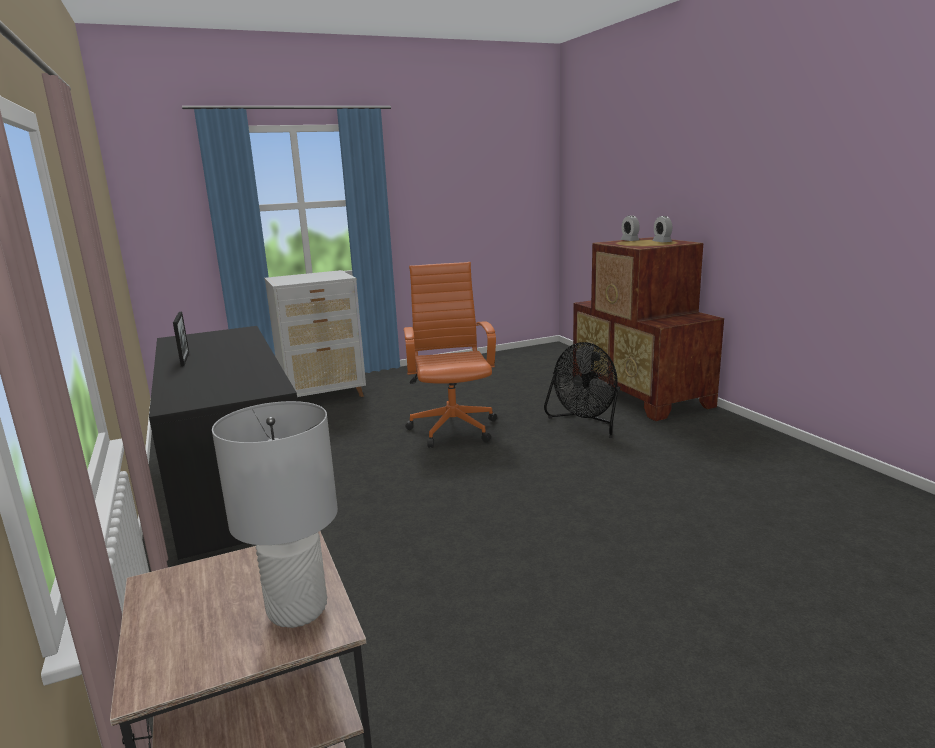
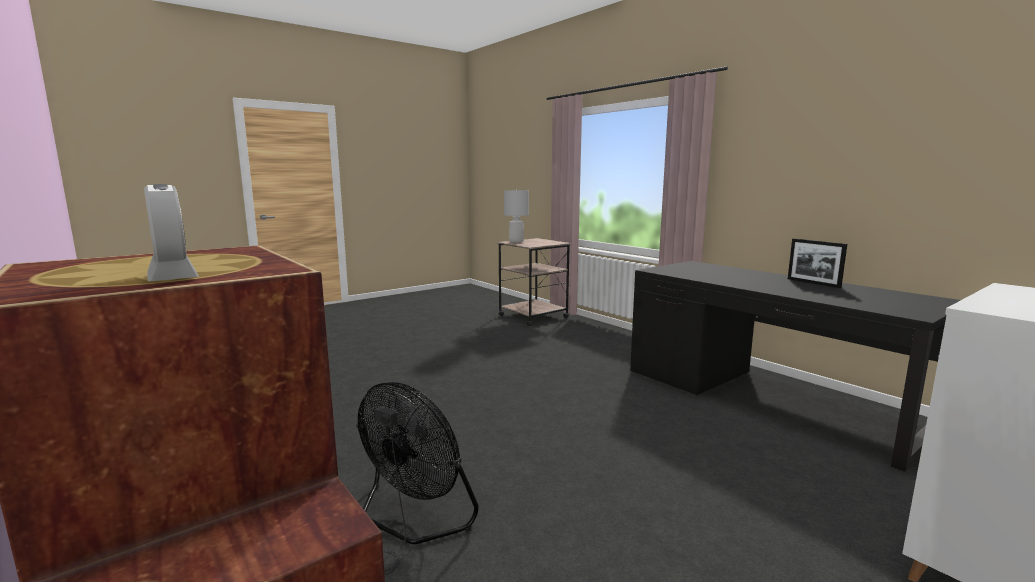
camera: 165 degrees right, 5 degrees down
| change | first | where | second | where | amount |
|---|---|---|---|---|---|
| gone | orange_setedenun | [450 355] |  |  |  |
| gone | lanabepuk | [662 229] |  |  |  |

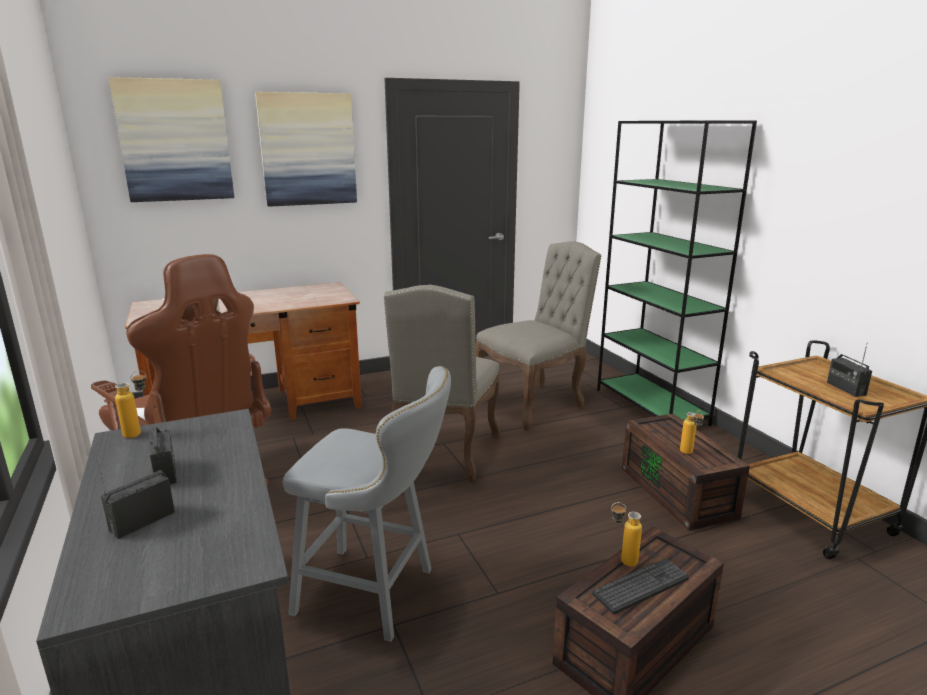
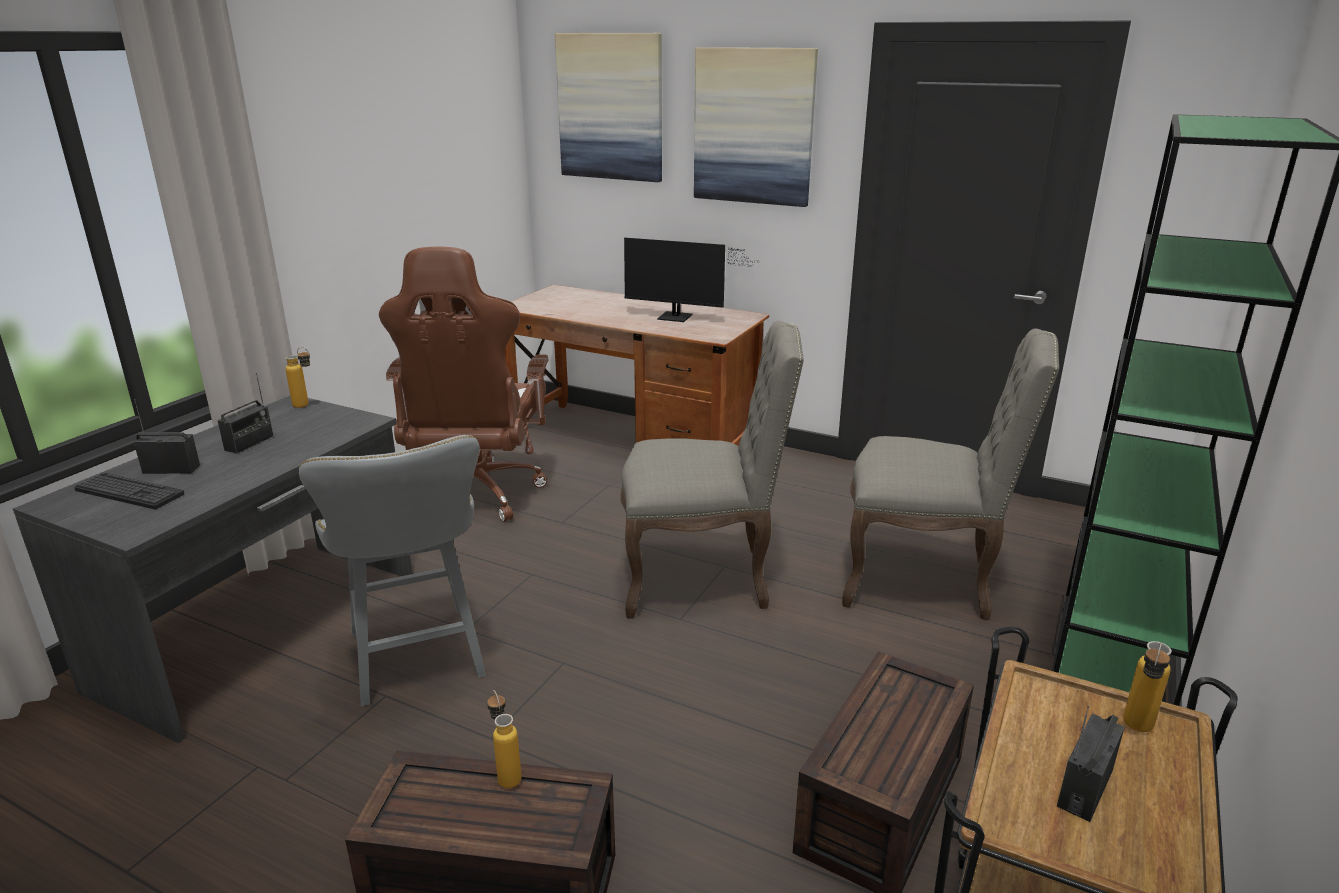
camera: 50 degrees right, 5 degrees up
| change | first | where | second | where | amount |
|---|---|---|---|---|---|
| rotated | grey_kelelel | [442 383] |  | [712 469] | 150 degrees counterclockwise |
| shifted | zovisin | [640 586] |  | [129 490] |  |
| shifted | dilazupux | [692 432] |  | [1147 686] |  |
| new |  |  | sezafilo | [691 280] |  |

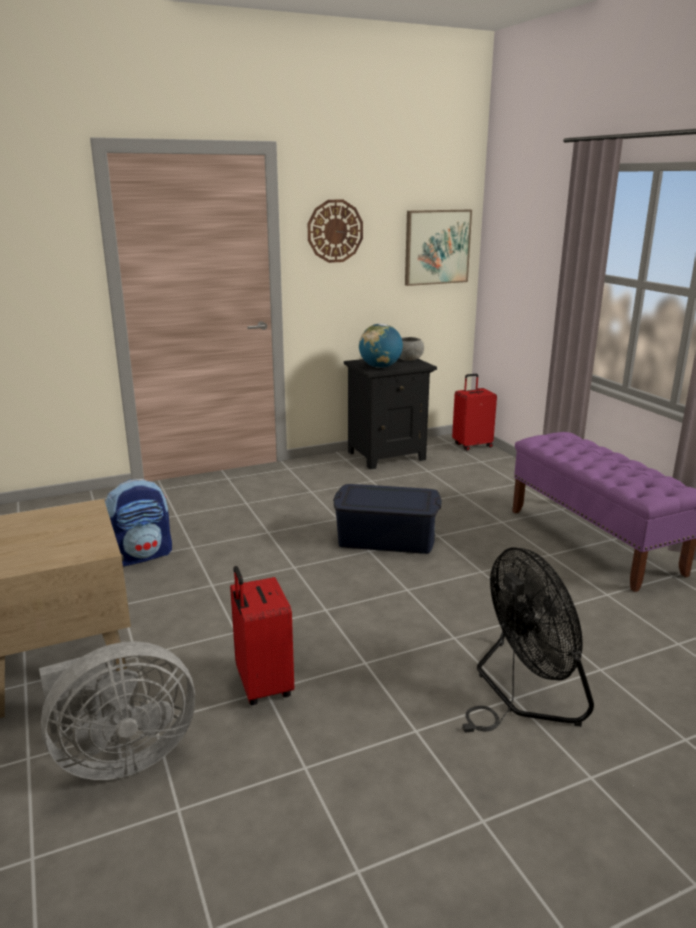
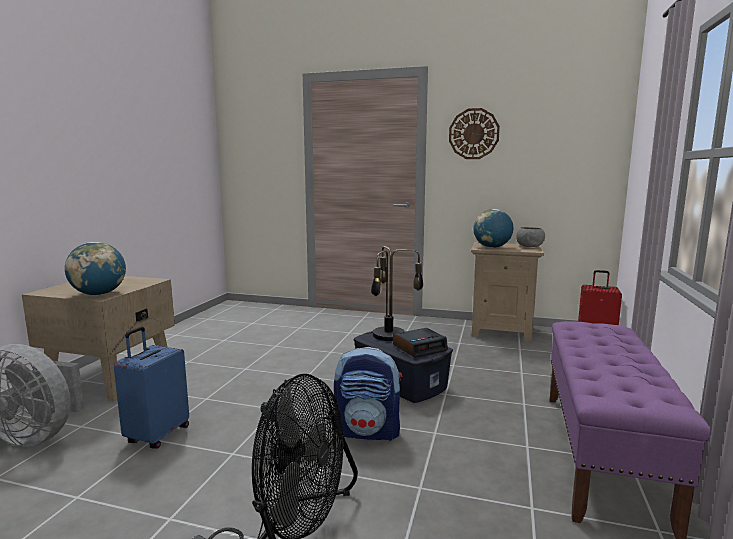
camera: 40 degrees right, 10 degrees down
| change | first | where | second | where | amount |
|---|---|---|---|---|---|
| shifted | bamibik | [138 523] |  | [368 394] |  |
| repainted | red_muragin | [262 635] | blue_muragin | [151 388] |  |
| repainted | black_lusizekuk | [390 414] | beige_lusizekuk | [507 291] |  |
| gone | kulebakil | [438 248] |  |  |  |
| new |  |  | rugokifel | [95 268] |  |
| new |  |  | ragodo | [397 293] |  |
| new |  |  | lanabepuk | [420 343] |  |

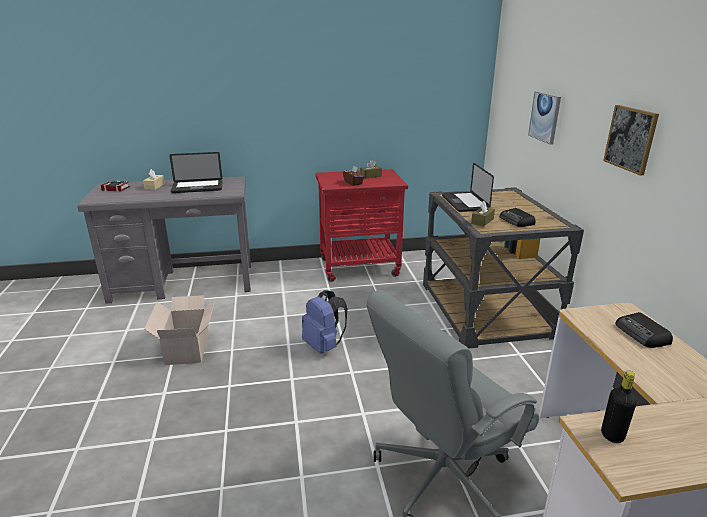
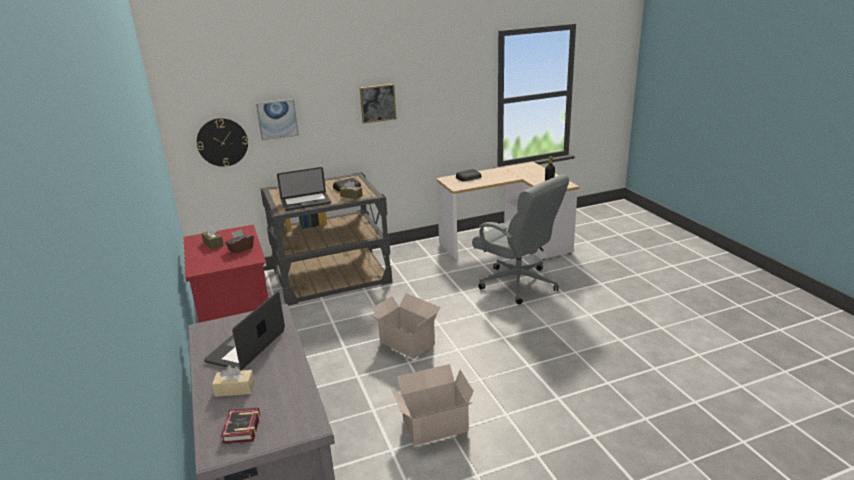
camera: 100 degrees left, 0 degrees up
| change | first | where | second | where | amount |
|---|---|---|---|---|---|
| rotated | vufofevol | [196 172] |  | [244 331] | 135 degrees counterclockwise |
| swapped | blue_bamibik | [325 322] | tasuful | [404 326] |  |
| new |  |  | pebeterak | [222 142] |  |

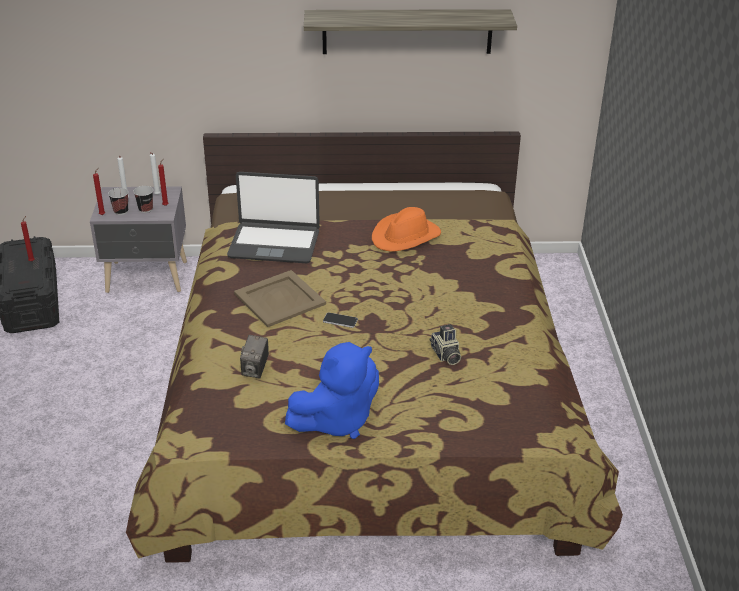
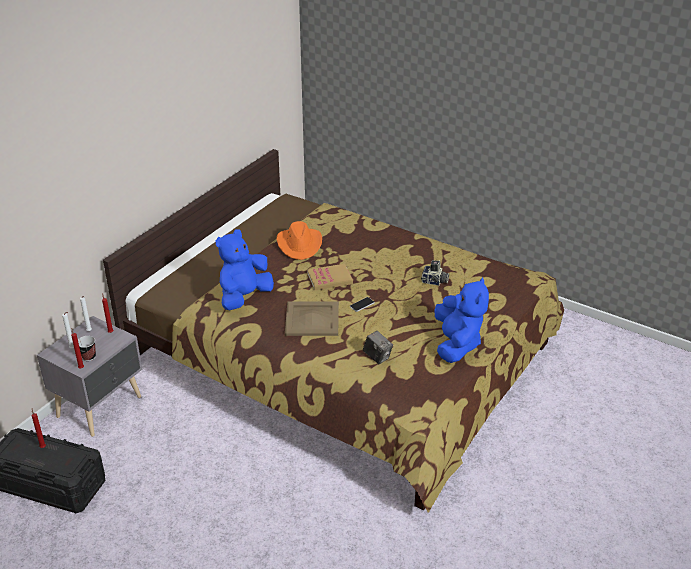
camera: 55 degrees left, 0 degrees up
| change | first | where | second | where | amount |
|---|---|---|---|---|---|
| gone | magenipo | [143 199] |  |  |  |
| swapped | vufofevol | [273 217] | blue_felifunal | [245 269] |  |
| gone | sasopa | [410 31] |  |  |  |
| new |  |  | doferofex | [330 277] |  |

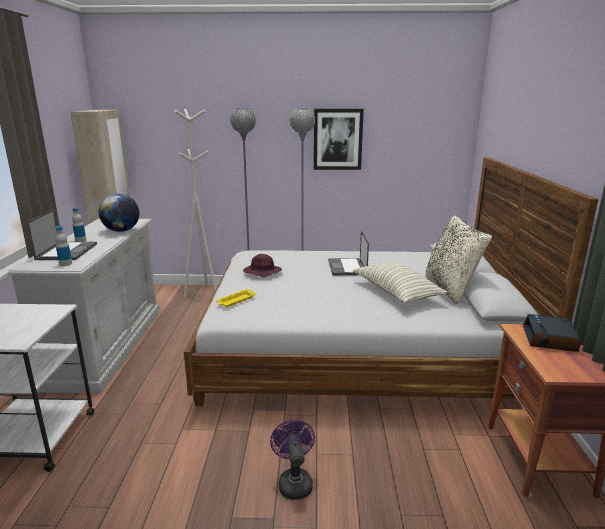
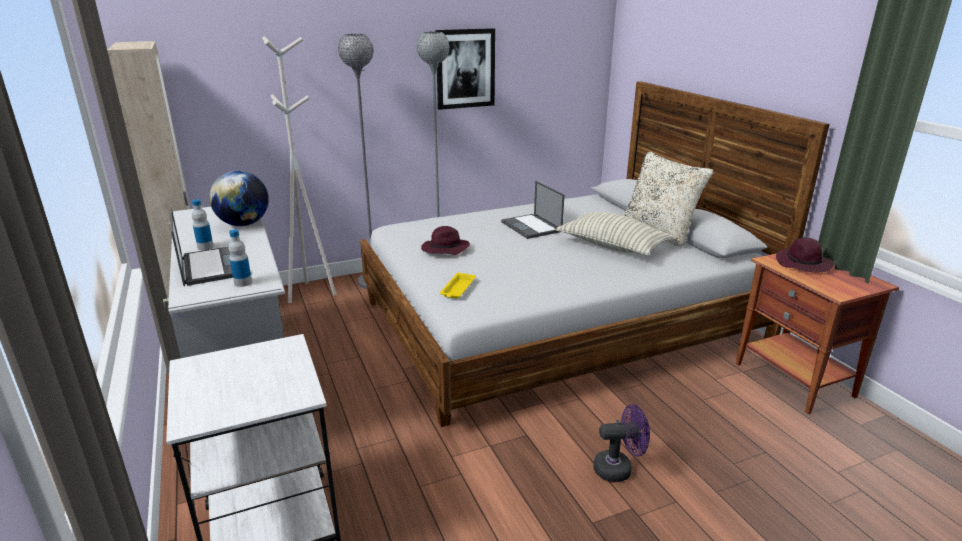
camera: 25 degrees left, 5 degrees up
| change | first | where | second | where | amount |
|---|---|---|---|---|---|
| rotated | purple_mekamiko | [292 460] |  | [621 443] | 120 degrees clockwise |
| swapped | lanabepuk | [552 333] | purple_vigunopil | [805 255] |  |

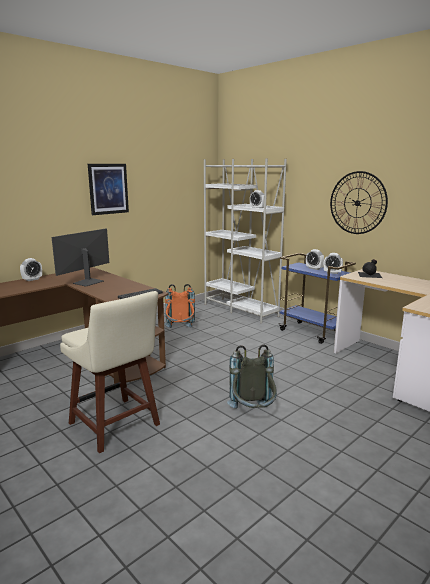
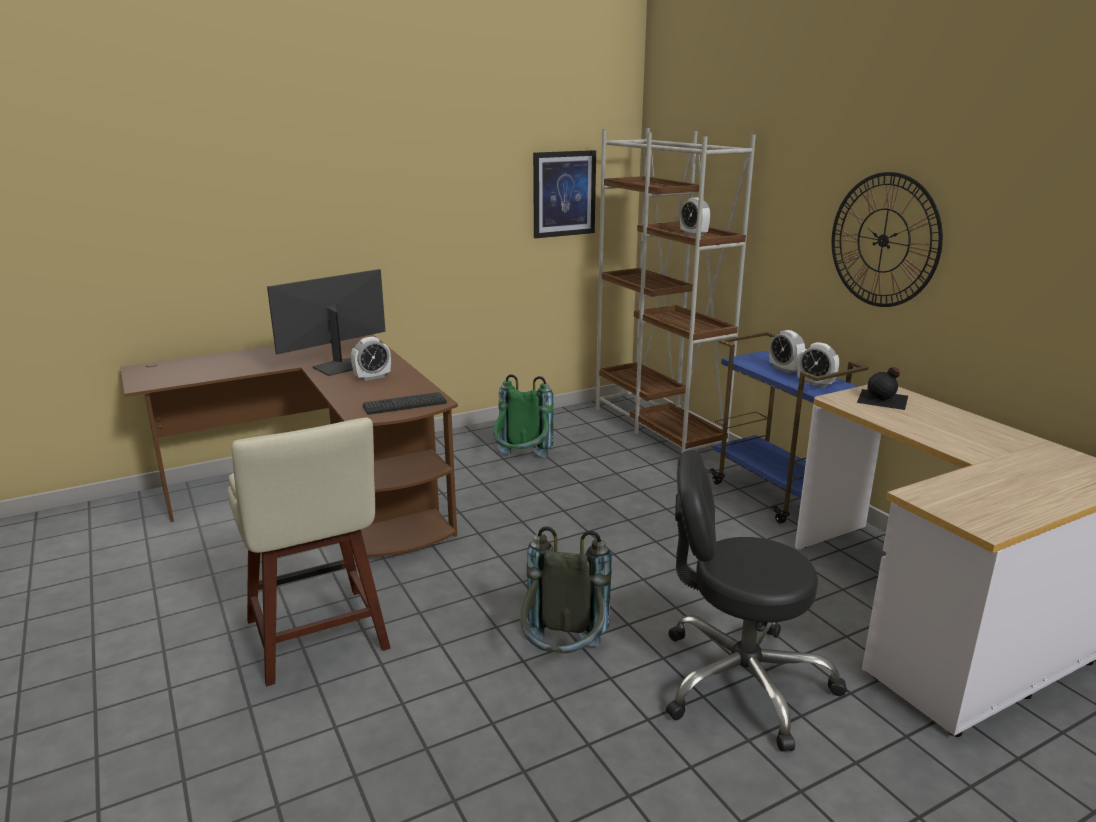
camera: 15 degrees right, 5 degrees up
| change | first | where | second | where | amount |
|---|---|---|---|---|---|
| shifted | lanabepuk | [31 269] |  | [371 359] |  |
| shifted | kulebakil | [108 189] |  | [564 194] |  |
| repainted | orange_bamibik | [180 306] | green_bamibik | [523 416] |  |
| repainted | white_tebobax | [245 240] | brown_tebobax | [676 291] |  |
| new |  |  | black_setedenun | [756 601] |  |

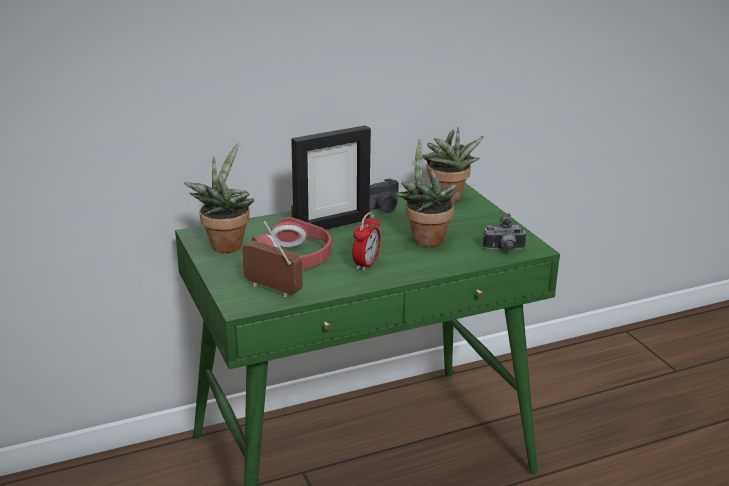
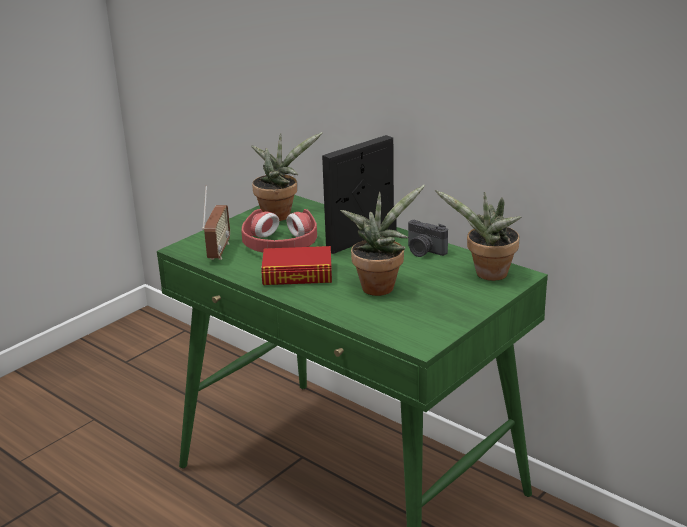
camera: 65 degrees right, 0 degrees up
| change | first | where | second | where | amount |
|---|---|---|---|---|---|
| rotated | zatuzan | [331 177] |  | [359 194] | 105 degrees clockwise |
| swapped | lanabepuk | [366 242] | doferofex | [296 265] |  |
| gone | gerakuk | [505 232] |  |  |  |

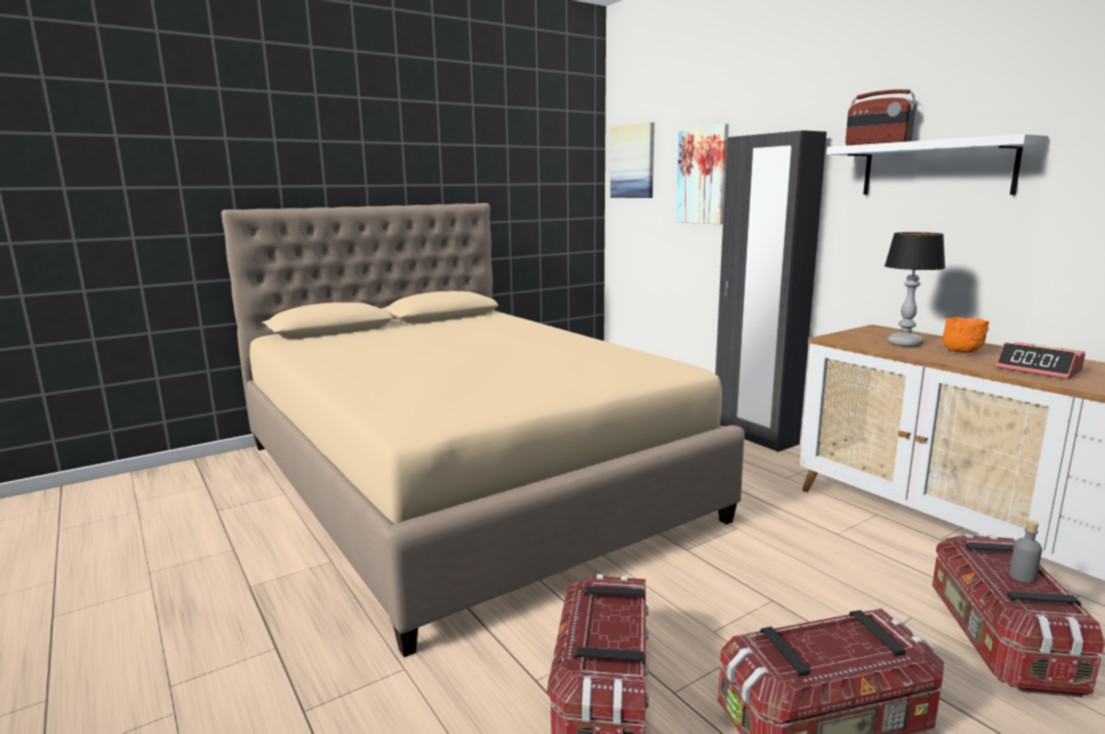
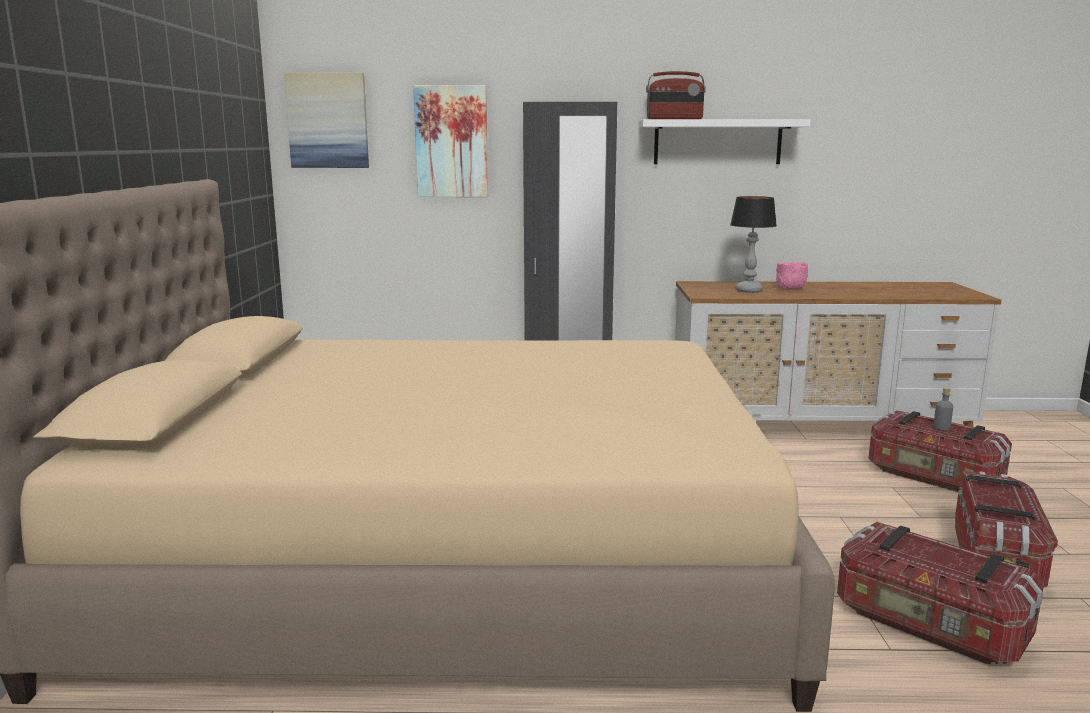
camera: 55 degrees left, 0 degrees up
| change | first | where | second | where | amount |
|---|---|---|---|---|---|
| repainted | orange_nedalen | [965 335] | pink_nedalen | [792 276] |  |
| gone | lanabepuk | [1040 360] |  |  |  |

